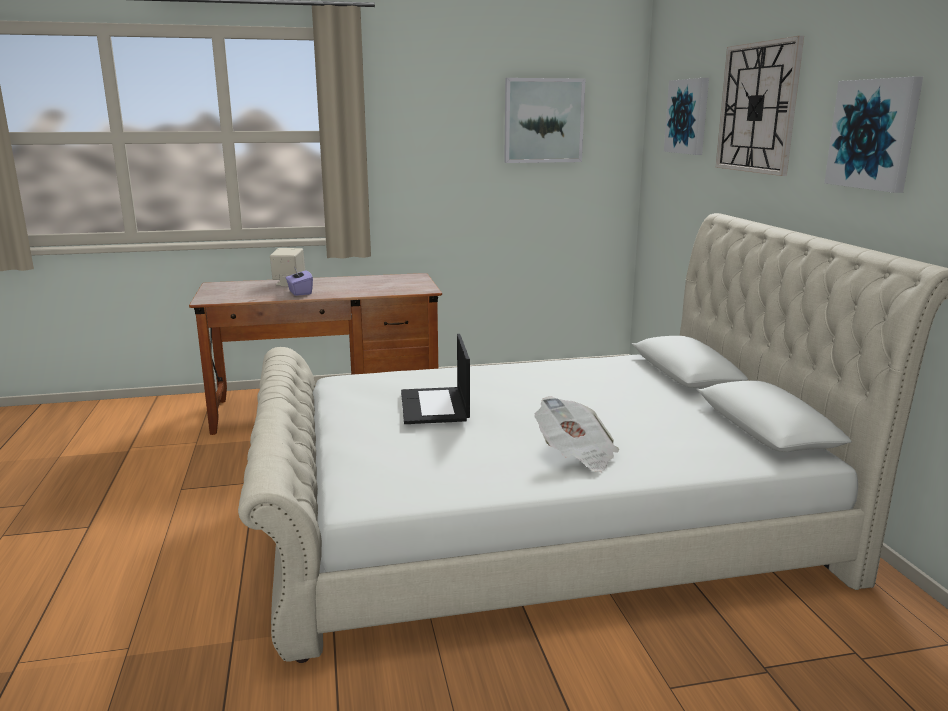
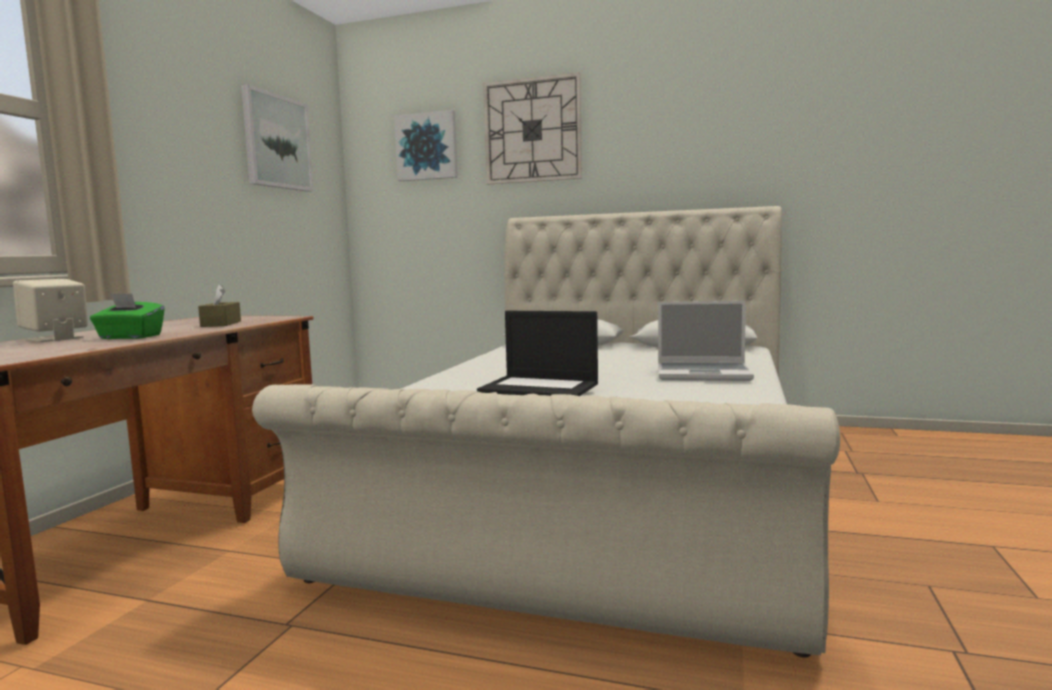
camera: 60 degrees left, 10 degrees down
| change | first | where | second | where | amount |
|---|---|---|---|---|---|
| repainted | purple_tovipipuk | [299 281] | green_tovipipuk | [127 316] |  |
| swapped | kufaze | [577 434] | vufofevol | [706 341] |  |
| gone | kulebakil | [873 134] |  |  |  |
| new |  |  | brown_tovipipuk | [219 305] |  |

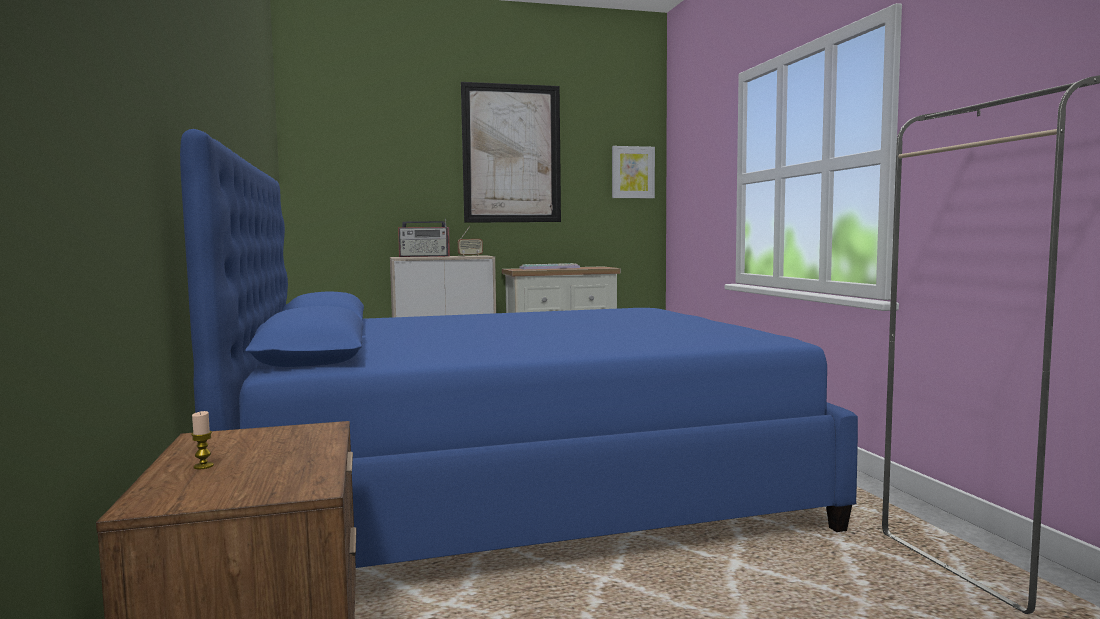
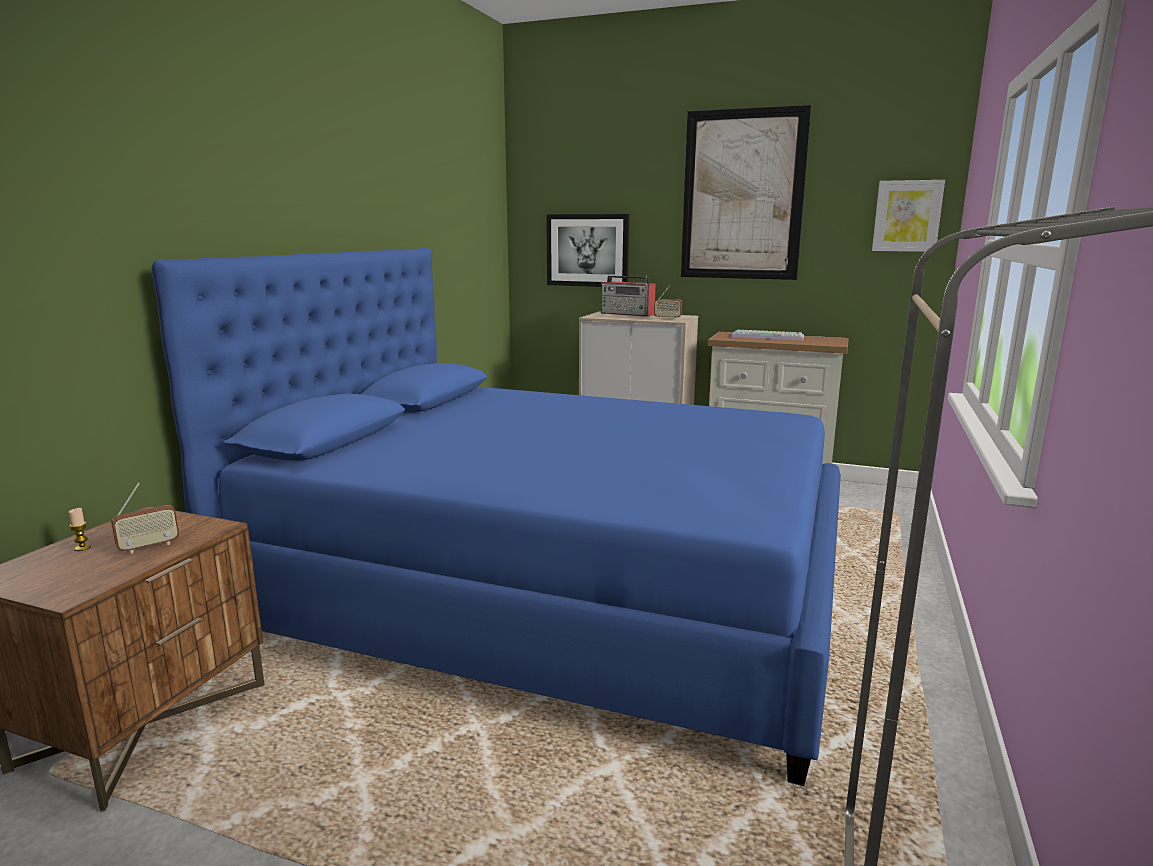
camera: 35 degrees right, 10 degrees up
| change | first | where | second | where | amount |
|---|---|---|---|---|---|
| new |  |  | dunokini | [145 518] |  |
| new |  |  | kulebakil | [587 250] |  |

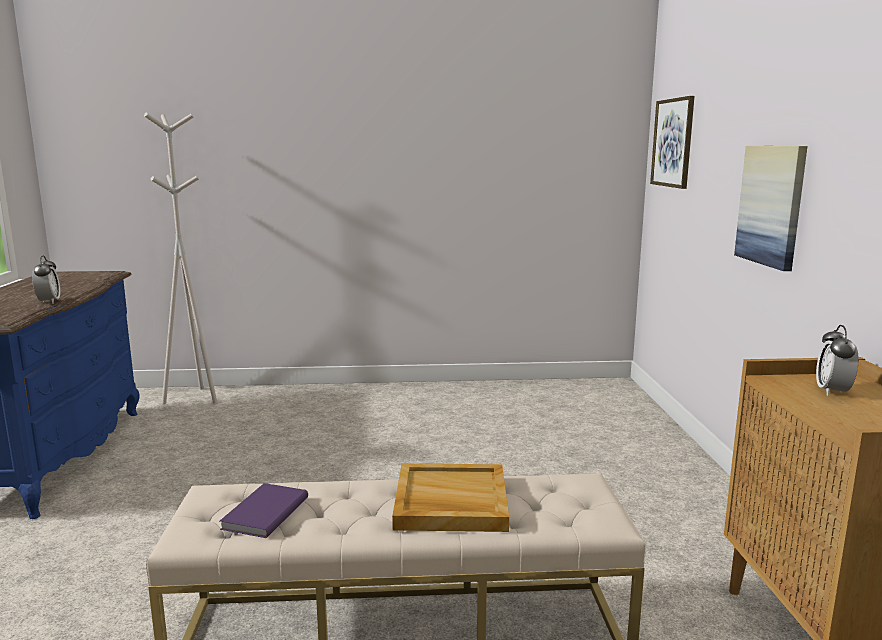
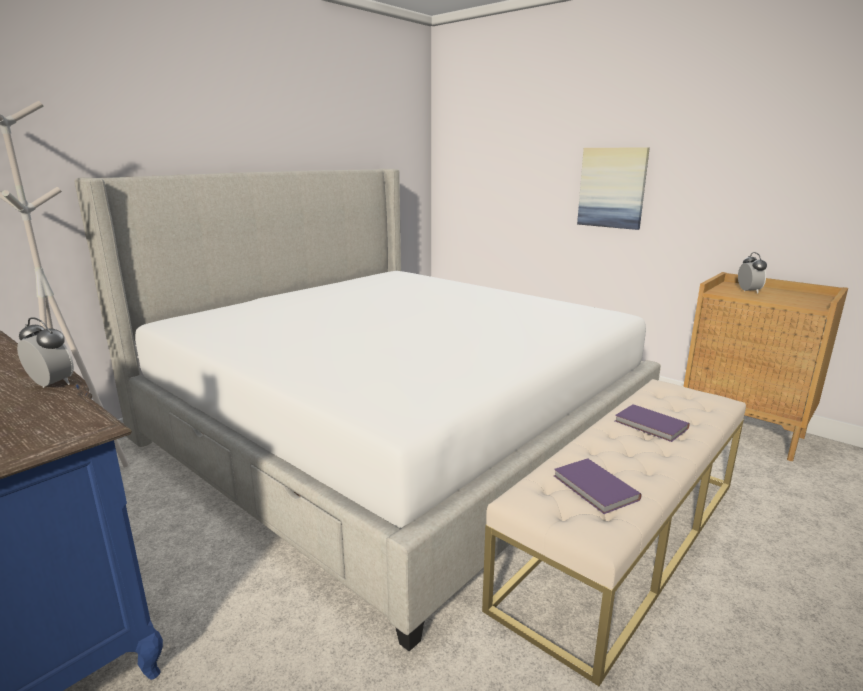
camera: 45 degrees left, 5 degrees up
| change | first | where | second | where | amount |
|---|---|---|---|---|---|
| swapped | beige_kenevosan | [450 497] | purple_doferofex | [652 423] |  |
| gone | kulebakil | [672 142] |  |  |  |
| rotated | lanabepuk | [837 360] |  | [752 273] | 150 degrees counterclockwise |
| new |  |  | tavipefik | [367 410] |  |

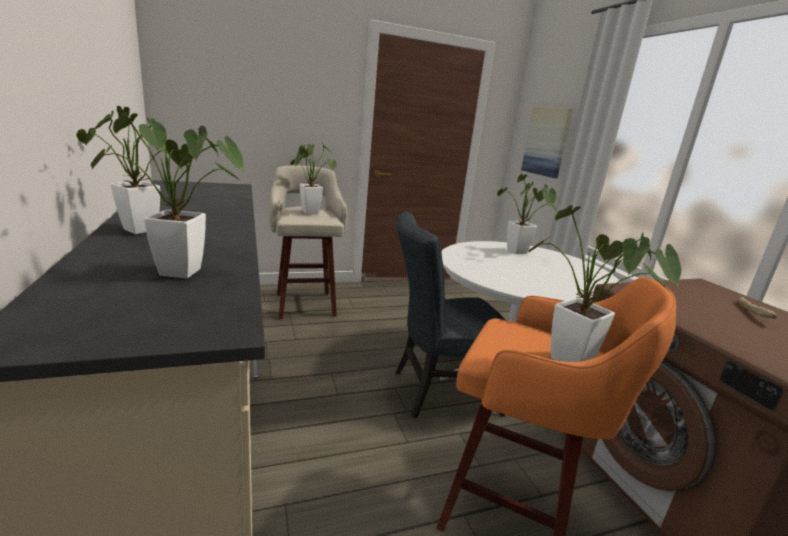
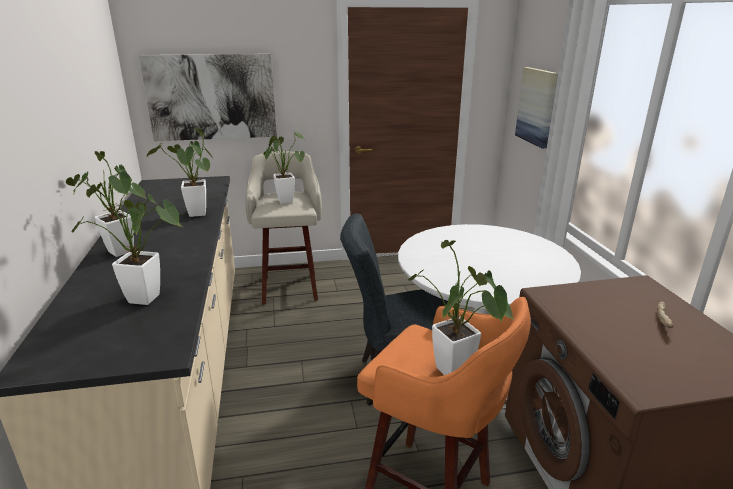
camera: 10 degrees right, 5 degrees up
| change | first | where | second | where | amount |
|---|---|---|---|---|---|
| shifted | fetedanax | [527 214] |  | [179 172] |  |
| new |  |  | kulebakil | [208 97] |  |

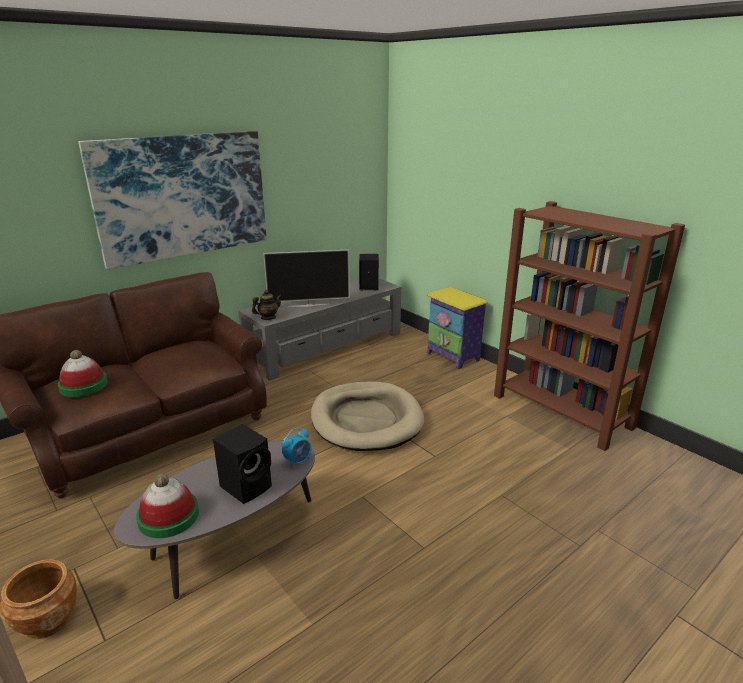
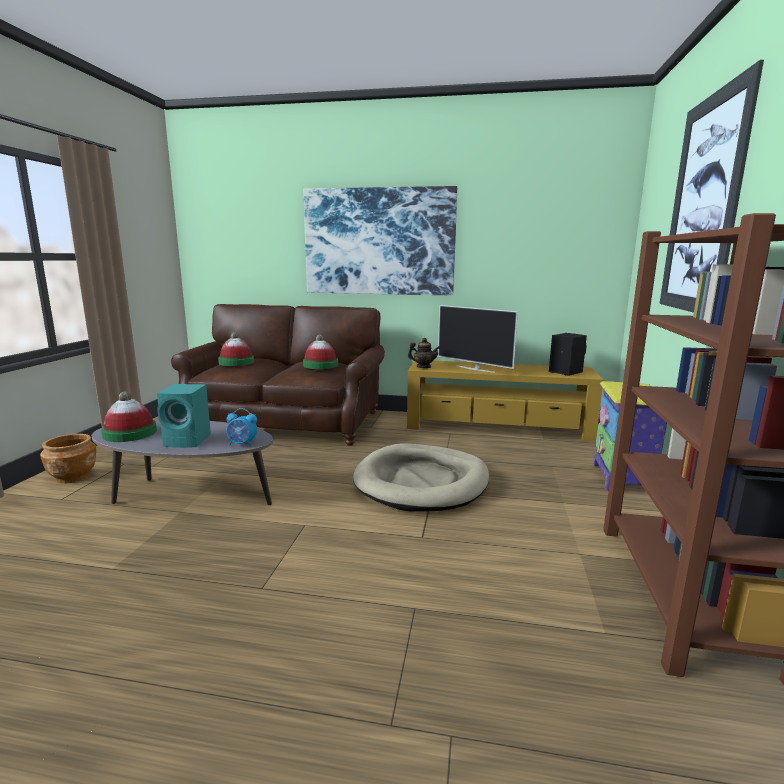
camera: 50 degrees right, 10 degrees down
| change | first | where | second | where | amount |
|---|---|---|---|---|---|
| repainted | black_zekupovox | [242 464] | turquoise_zekupovox | [184 416] |  |
| repainted | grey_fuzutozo | [319 330] | yellow_fuzutozo | [505 401] |  |
| new |  |  | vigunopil | [320 351] |  |
| new |  |  | kulebakil | [712 186] |  |

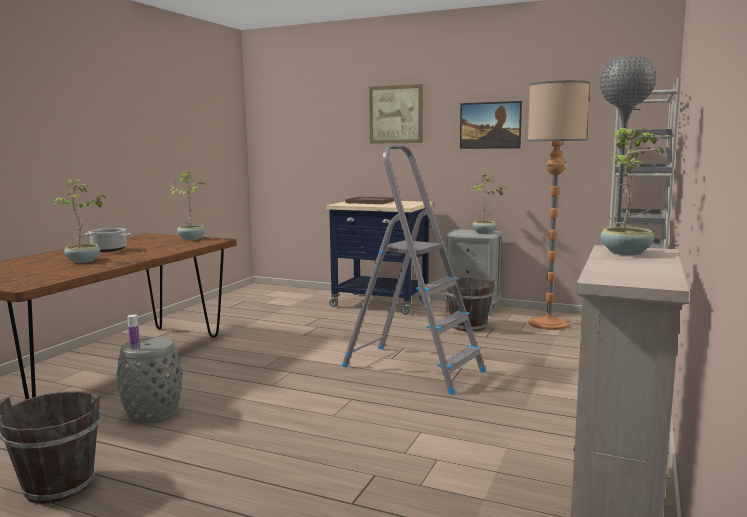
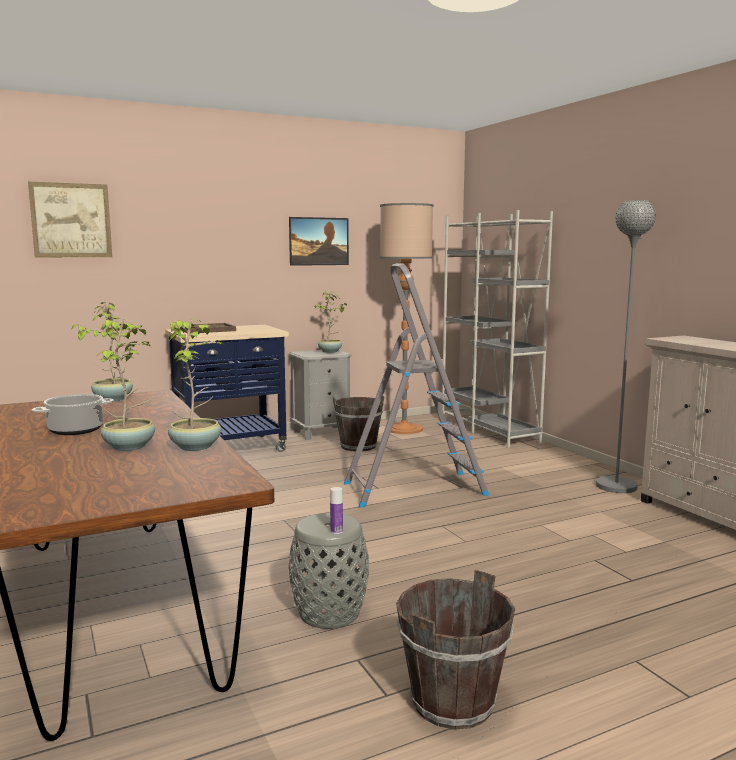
camera: 50 degrees left, 0 degrees up
| change | first | where | second | where | amount |
|---|---|---|---|---|---|
| shifted | kulebakil | [396 114] |  | [70 219] |  |
| shifted | fetedanax | [632 191] |  | [197 385] |  |

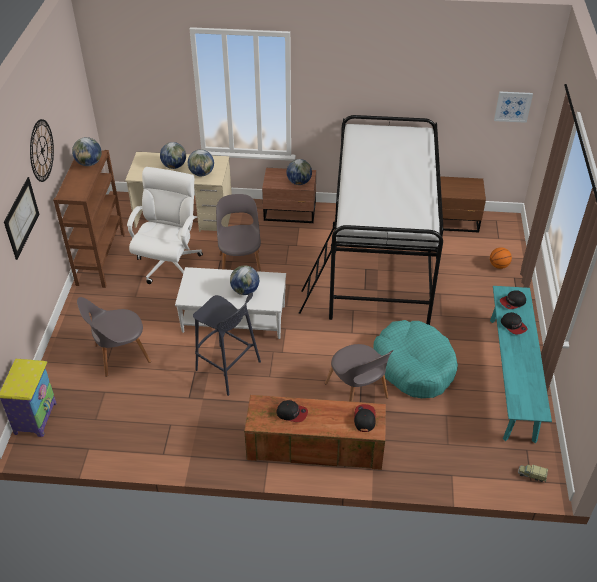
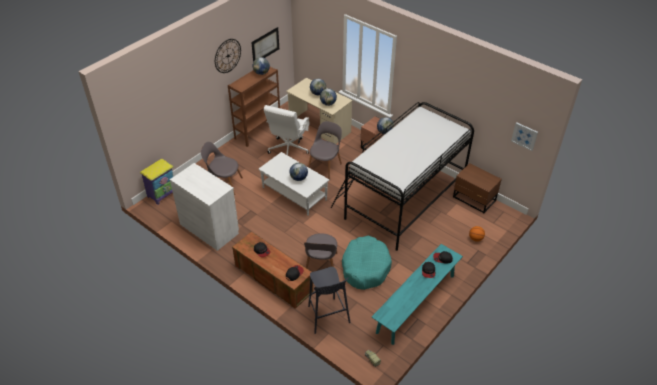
camera: 35 degrees right, 0 degrees up
| change | first | where | second | where | amount |
|---|---|---|---|---|---|
| shifted | kulebakil | [21 218] |  | [265 44] |  |
| rotated | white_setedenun | [165 225] |  | [286 130] | 150 degrees clockwise |
| shifted | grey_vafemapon | [227 344] |  | [329 300] |  |
| new |  |  | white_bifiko | [204 207] |  |

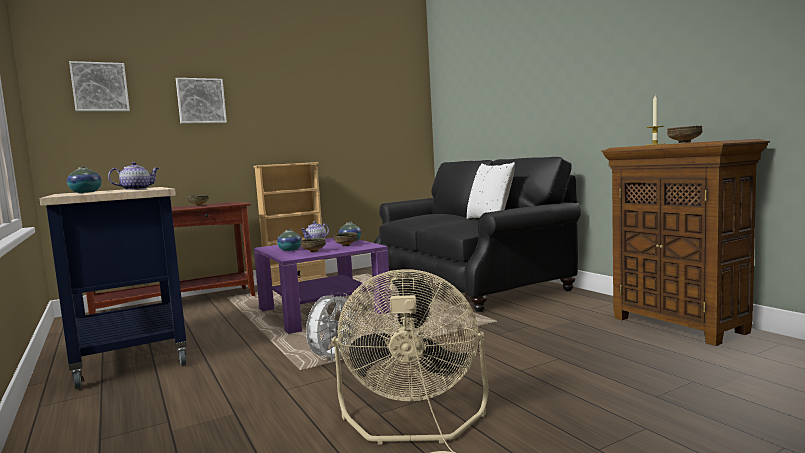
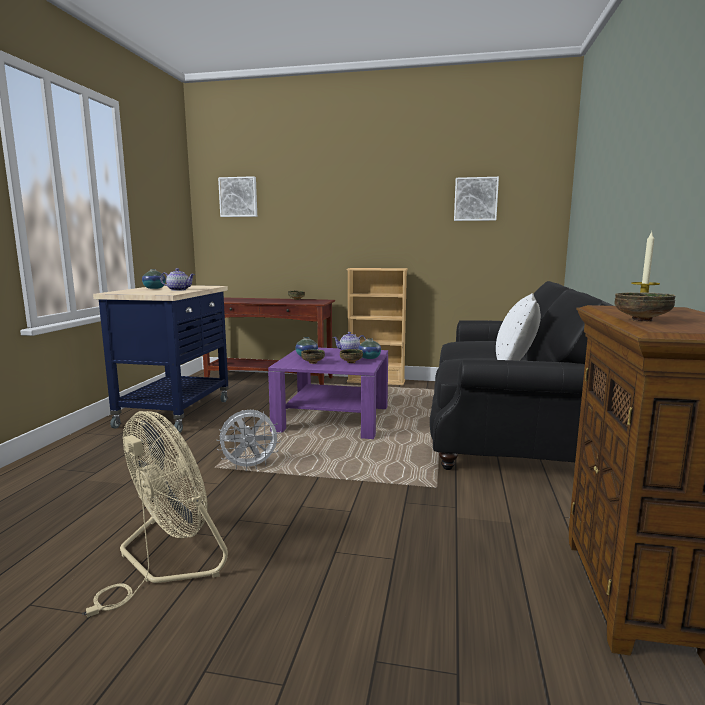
camera: 40 degrees right, 5 degrees up
| change | first | where | second | where | amount |
|---|---|---|---|---|---|
| shifted | kulebakil | [201 101] |  | [476 199] |  |

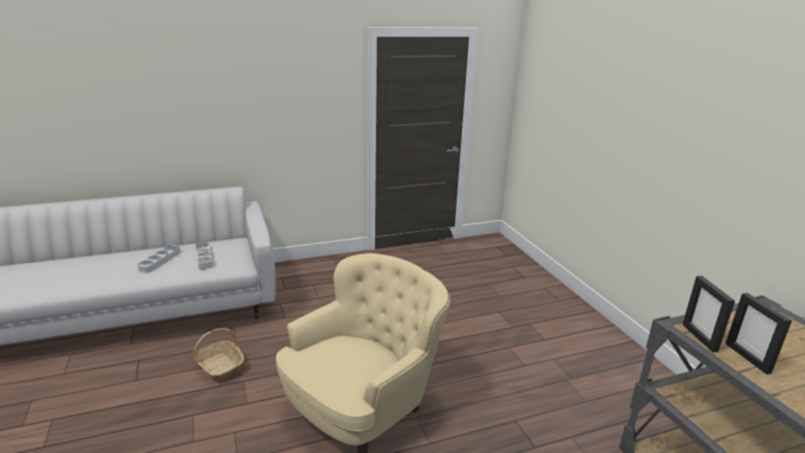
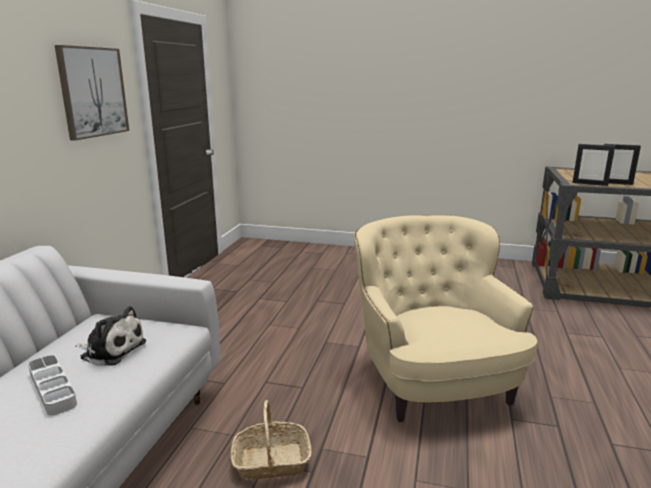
camera: 55 degrees left, 5 degrees down
| change | first | where | second | where | amount |
|---|---|---|---|---|---|
| swapped | grey_kenevosan | [204 256] | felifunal | [110 336] |  |
| new |  |  | kulebakil | [92 93] |  |

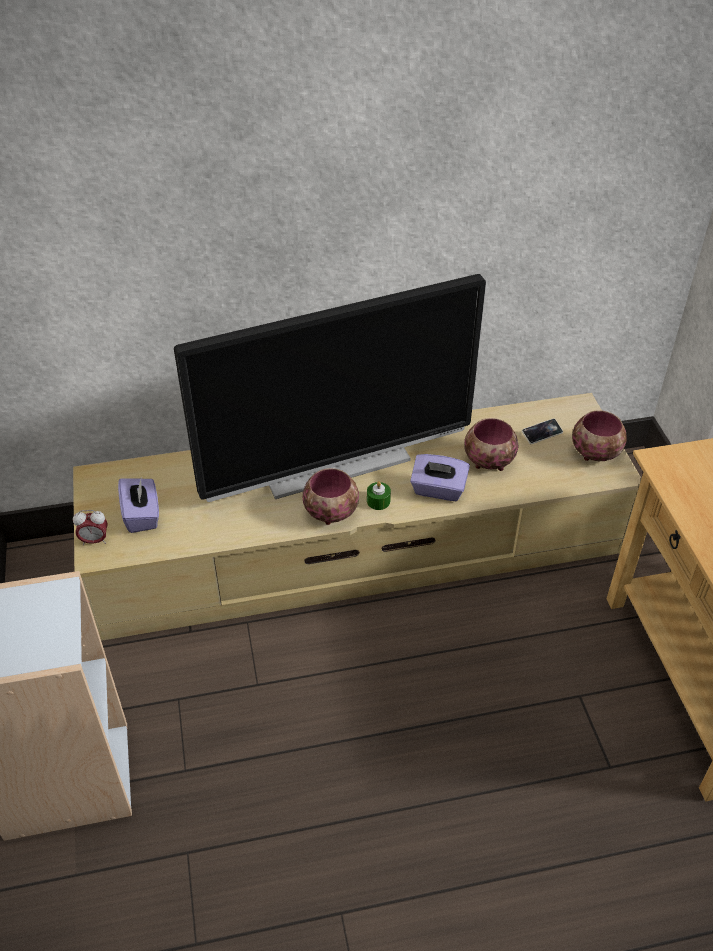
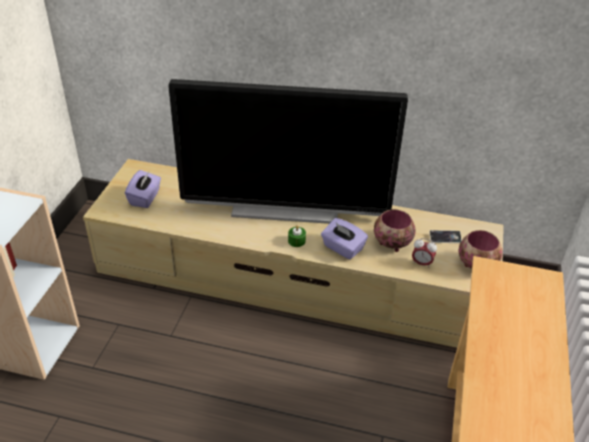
camera: 25 degrees right, 5 degrees down
| change | first | where | second | where | amount |
|---|---|---|---|---|---|
| shifted | lanabepuk | [90 527] |  | [424 252] |  |
| gone | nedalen | [331 496] |  |  |  |

